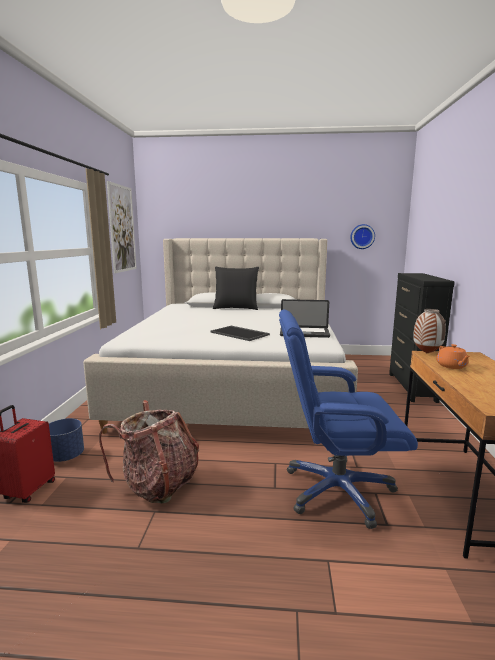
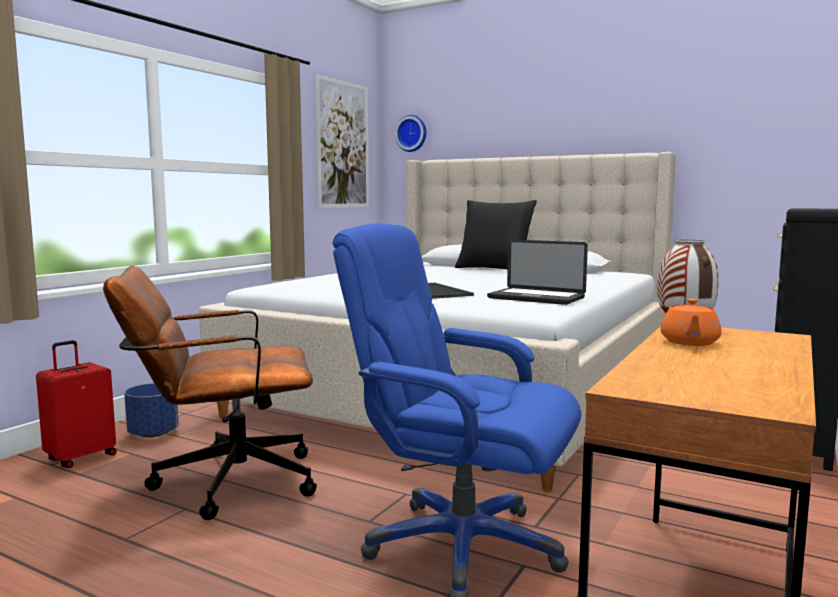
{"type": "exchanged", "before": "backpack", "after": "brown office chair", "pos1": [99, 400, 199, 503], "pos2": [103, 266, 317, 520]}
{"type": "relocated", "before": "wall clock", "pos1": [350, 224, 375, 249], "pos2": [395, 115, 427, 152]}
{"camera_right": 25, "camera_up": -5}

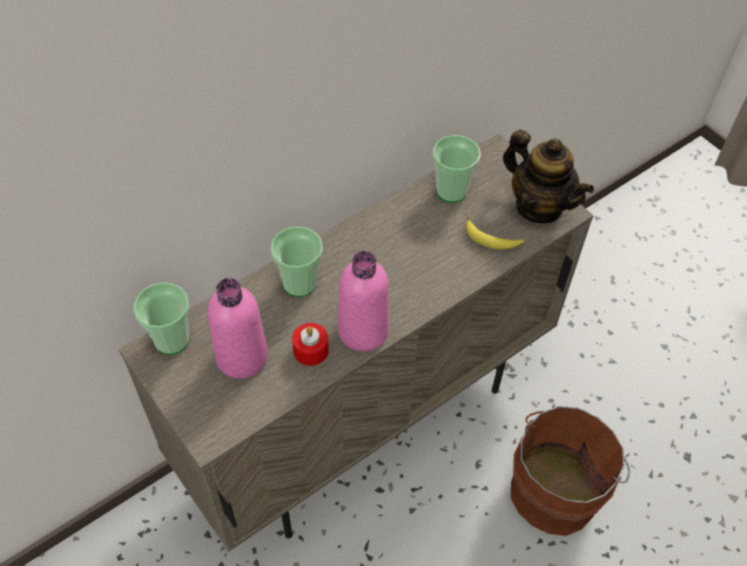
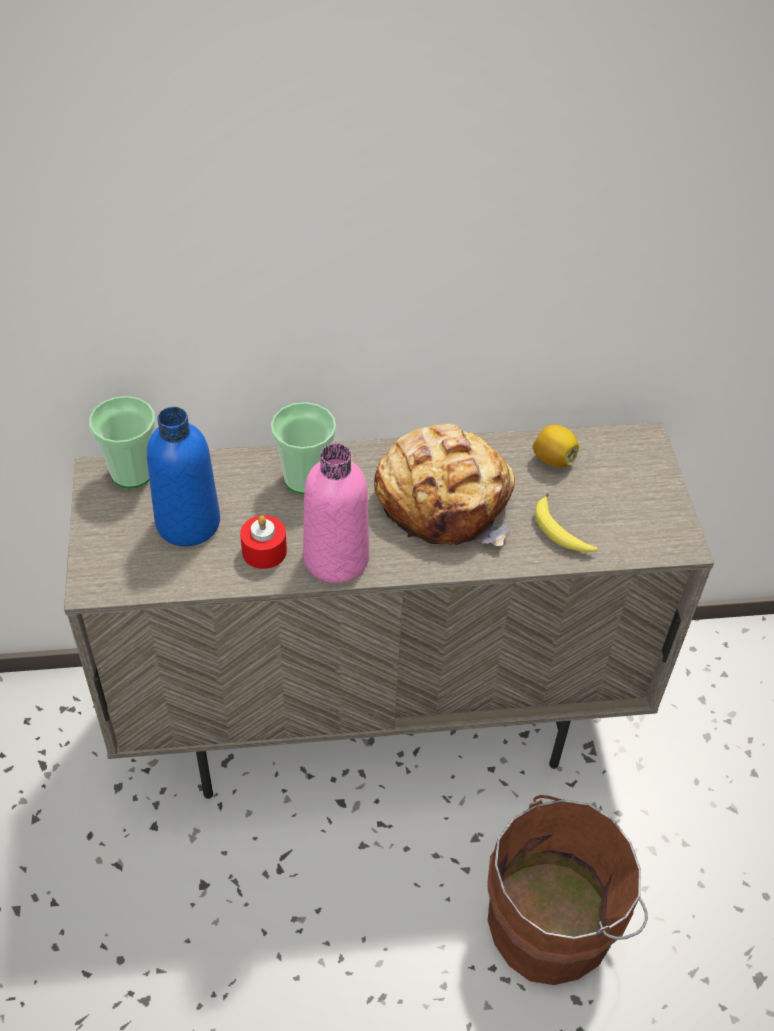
{"type": "colour", "before": "pink bottle", "after": "blue bottle", "pos1": [208, 278, 268, 379], "pos2": [147, 407, 220, 546]}
{"type": "exchanged", "before": "cup", "after": "lemon", "pos1": [433, 135, 481, 203], "pos2": [533, 424, 579, 468]}
{"type": "missing", "before": "teapot", "pos1": [503, 130, 594, 223]}
{"type": "appeared", "after": "bread", "pos2": [374, 424, 515, 546]}
{"camera_right": 30, "camera_up": -5}

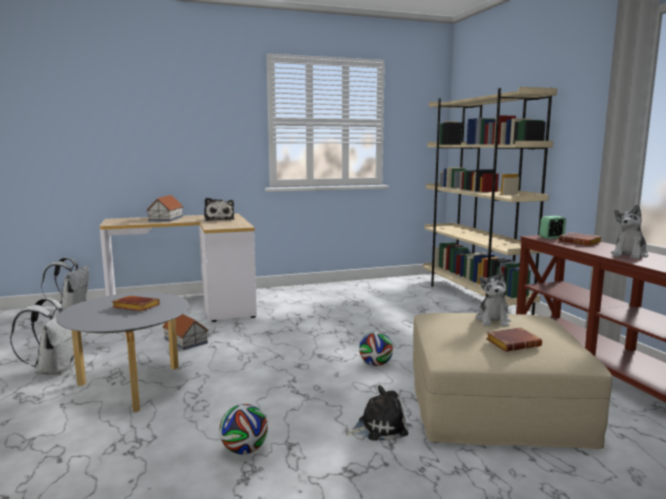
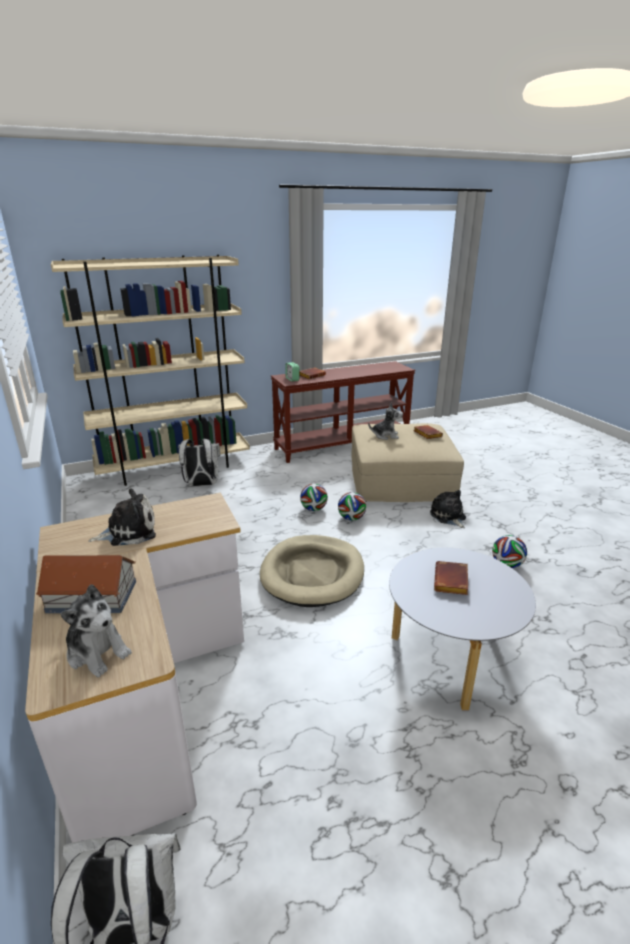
{"type": "relocated", "before": "white backpack", "pos1": [10, 298, 74, 376], "pos2": [178, 439, 220, 486]}
{"type": "missing", "before": "toy house", "pos1": [162, 314, 209, 350]}
{"type": "relocated", "before": "plush toy", "pos1": [612, 204, 648, 259], "pos2": [61, 584, 132, 677]}
{"type": "appeared", "after": "beige dog bed", "pos2": [260, 535, 364, 607]}
{"type": "appeared", "after": "football", "pos2": [300, 484, 328, 511]}
{"camera_right": -95, "camera_up": 15}

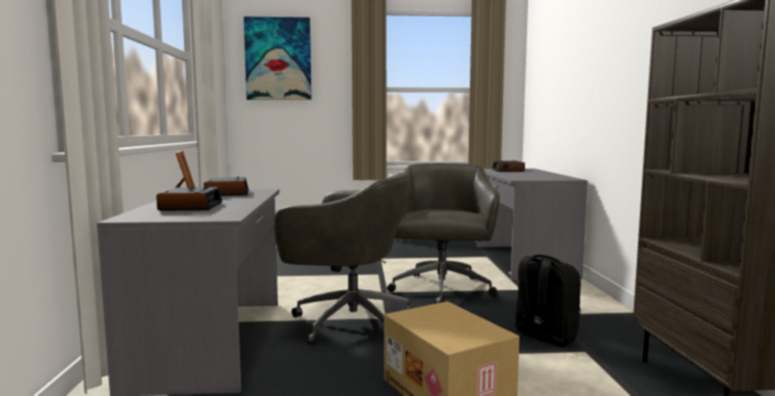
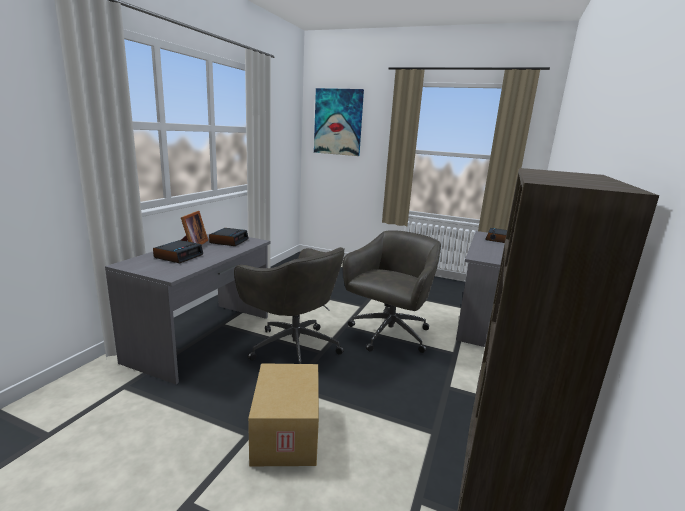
{"type": "missing", "before": "black backpack", "pos1": [514, 255, 581, 349]}
{"camera_right": 25, "camera_up": 10}

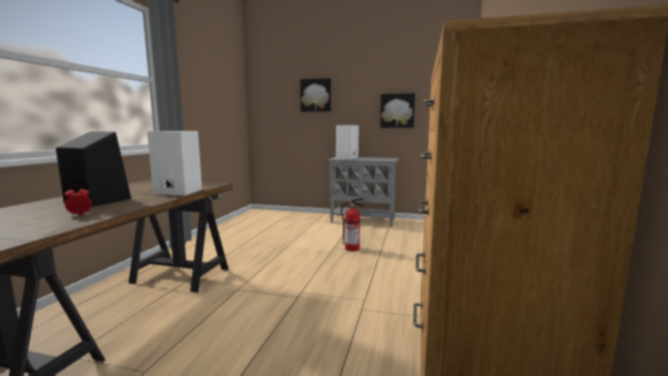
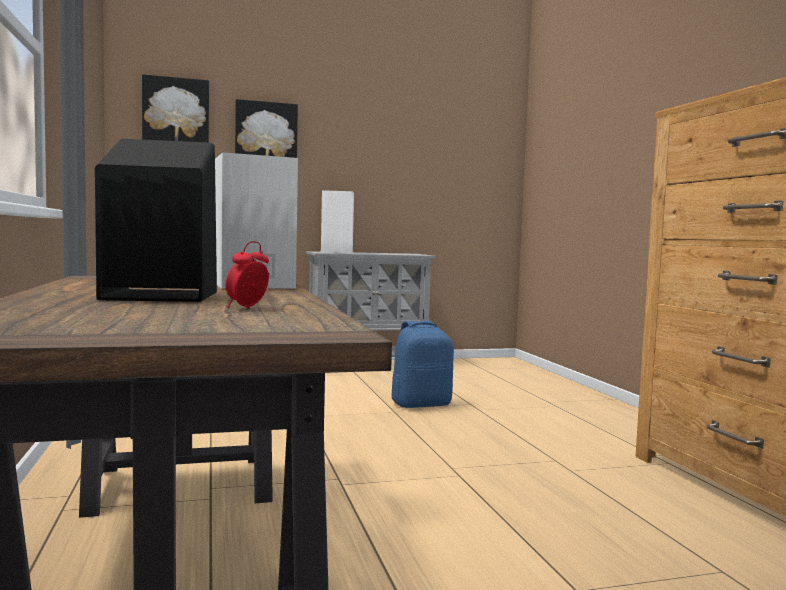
{"type": "exchanged", "before": "fire extinguisher", "after": "blue backpack", "pos1": [341, 198, 364, 251], "pos2": [391, 320, 454, 408]}
{"type": "relocated", "before": "picture", "pos1": [380, 93, 415, 128], "pos2": [142, 74, 209, 142]}
{"camera_right": -30, "camera_up": -5}

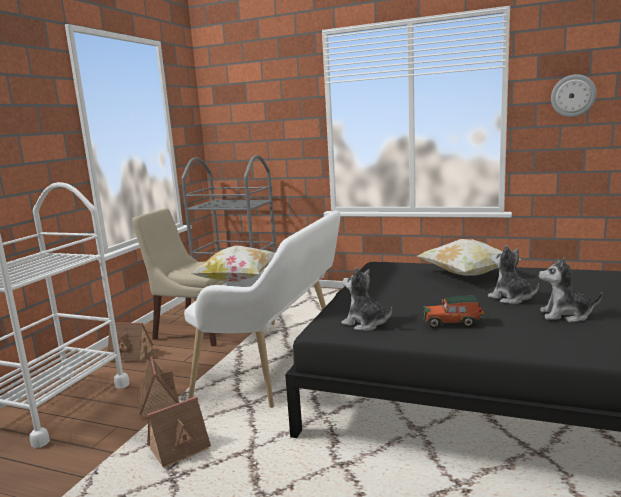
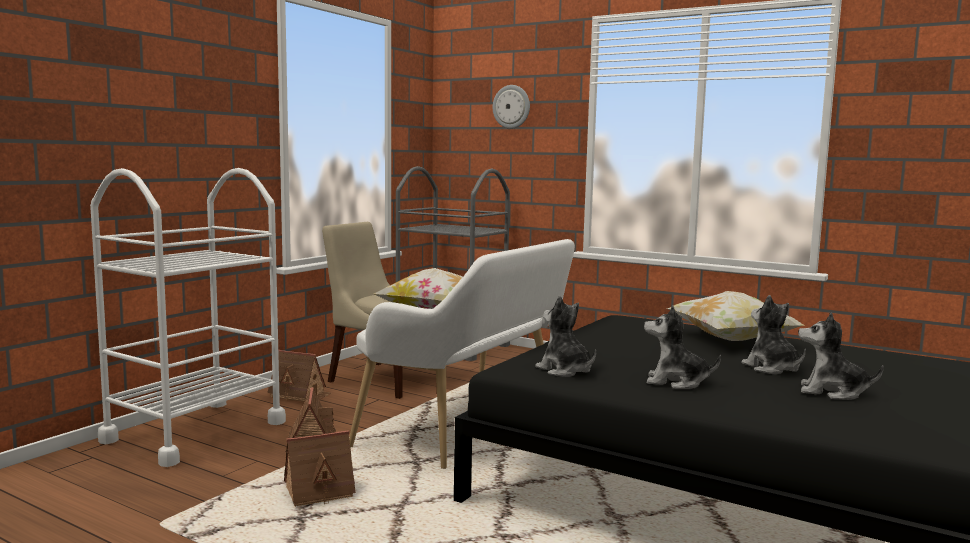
{"type": "exchanged", "before": "toy car", "after": "plush toy", "pos1": [423, 296, 484, 328], "pos2": [644, 305, 721, 389]}
{"type": "relocated", "before": "wall clock", "pos1": [551, 74, 597, 117], "pos2": [493, 85, 530, 129]}
{"camera_right": 10, "camera_up": -5}

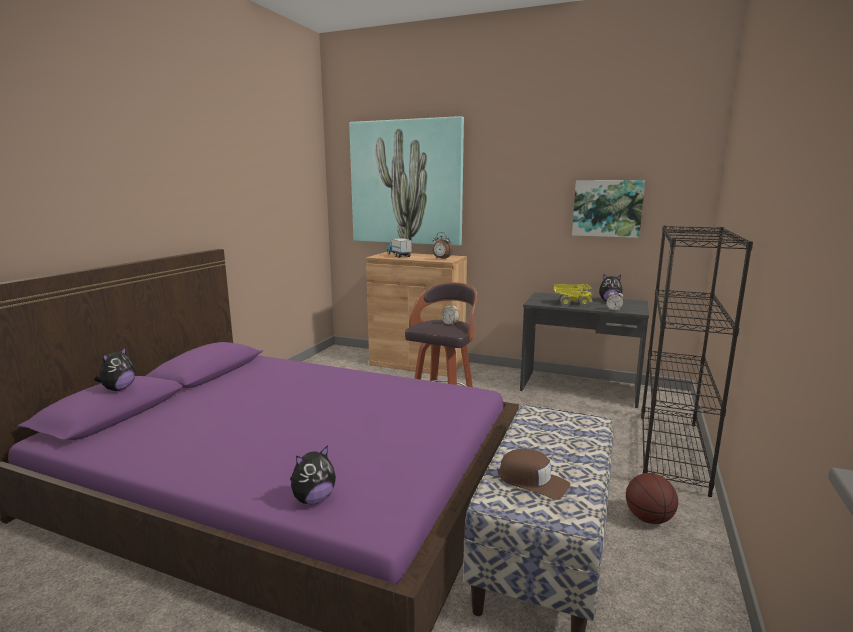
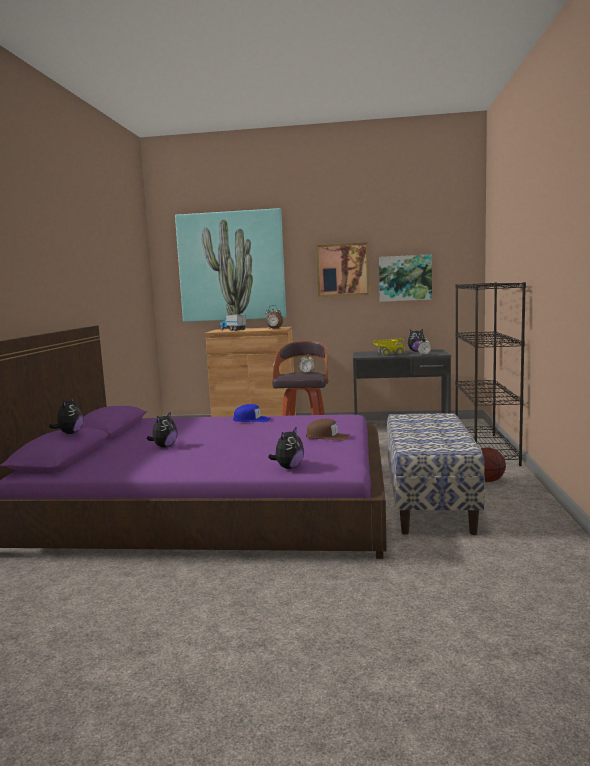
{"type": "relocated", "before": "brown cap", "pos1": [498, 449, 570, 500], "pos2": [306, 419, 350, 441]}
{"type": "appeared", "after": "plush toy", "pos2": [147, 411, 178, 448]}
{"type": "appeared", "after": "blue cap", "pos2": [233, 404, 270, 422]}
{"type": "appeared", "after": "picture", "pos2": [316, 242, 369, 297]}
{"camera_right": -15, "camera_up": -5}

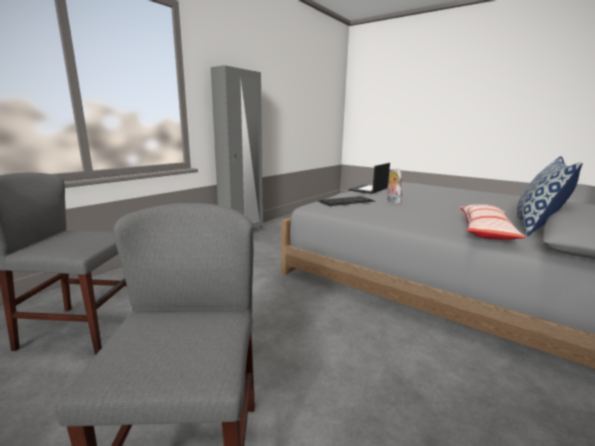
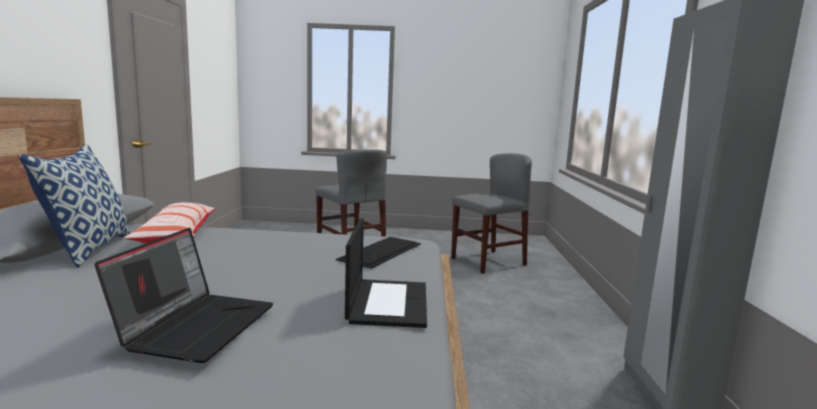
{"type": "missing", "before": "plush toy", "pos1": [387, 168, 402, 204]}
{"type": "appeared", "after": "laptop", "pos2": [95, 228, 273, 363]}
{"camera_right": 145, "camera_up": -5}

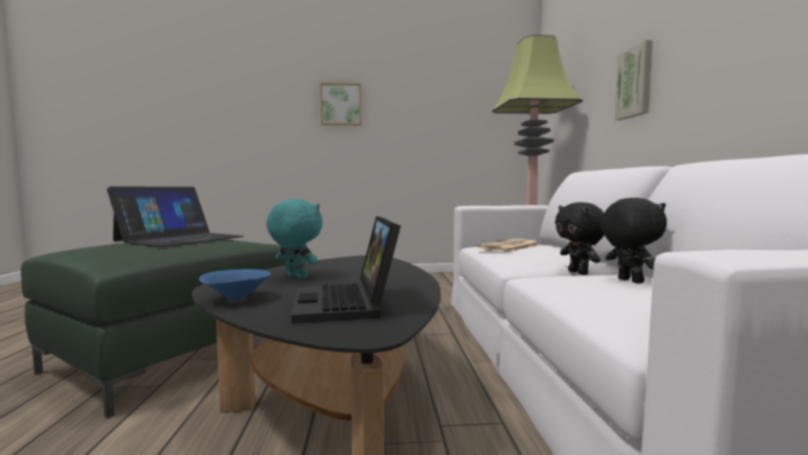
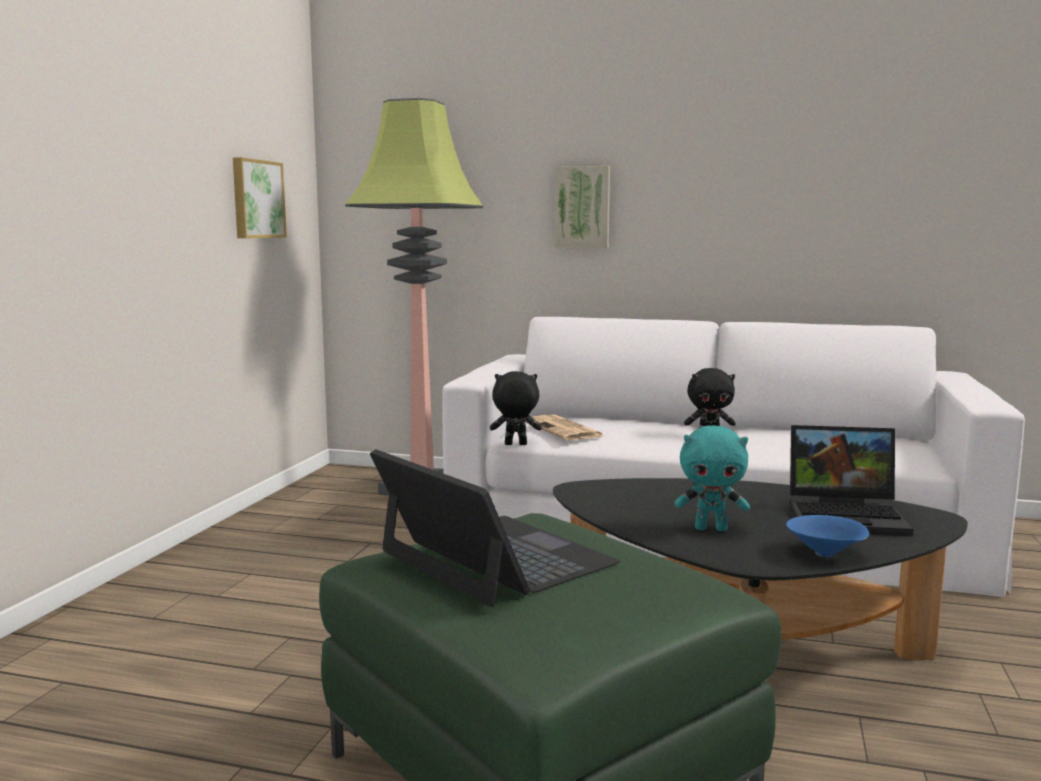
{"type": "spun", "before": "turquoise plush toy", "pos1": [266, 199, 323, 279], "pos2": [674, 425, 750, 531], "turn": -135}
{"type": "relocated", "before": "picture", "pos1": [320, 83, 361, 125], "pos2": [233, 157, 287, 238]}
{"type": "relocated", "before": "black plush toy", "pos1": [601, 198, 667, 284], "pos2": [490, 371, 542, 445]}
{"camera_right": -70, "camera_up": 5}

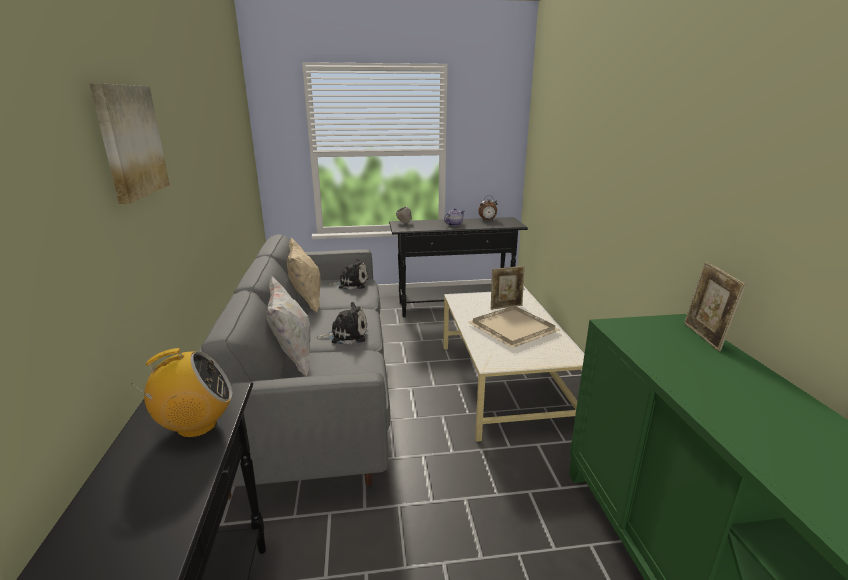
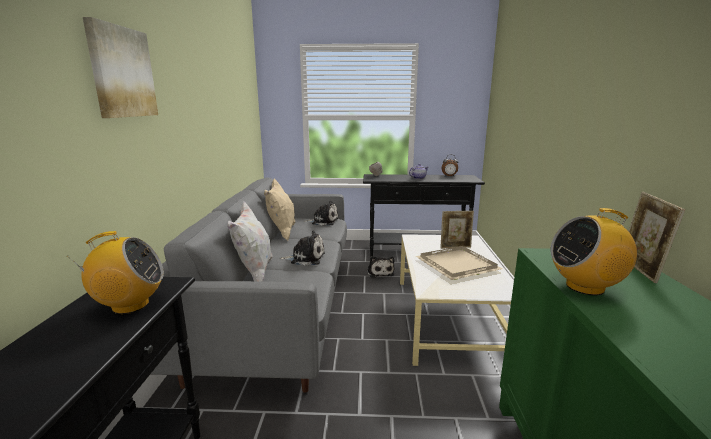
{"type": "appeared", "after": "plush toy", "pos2": [367, 256, 395, 278]}
{"type": "appeared", "after": "radio", "pos2": [550, 208, 637, 295]}
{"camera_right": 10, "camera_up": -5}

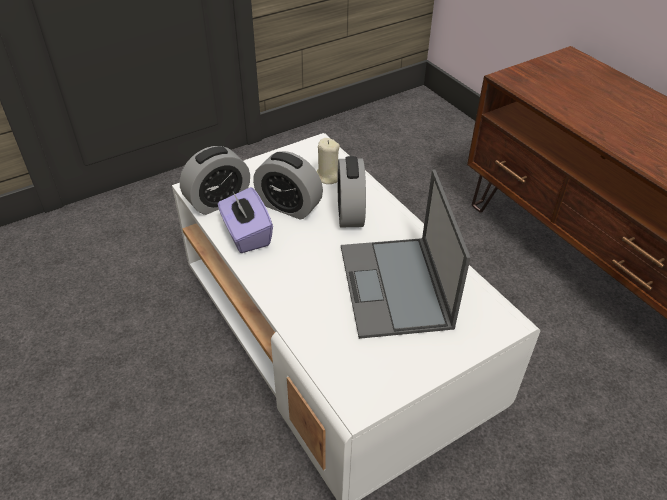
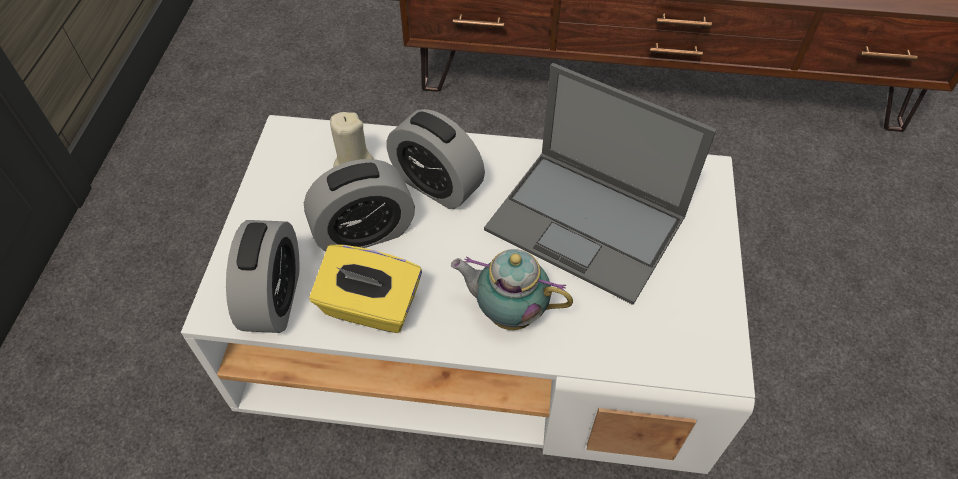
{"type": "colour", "before": "purple tissue box", "after": "yellow tissue box", "pos1": [218, 187, 273, 253], "pos2": [309, 245, 422, 333]}
{"type": "appeared", "after": "teapot", "pos2": [451, 249, 573, 330]}
{"camera_right": -50, "camera_up": 10}

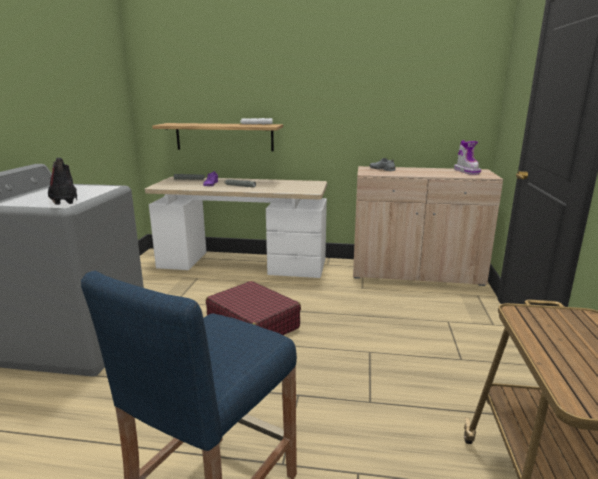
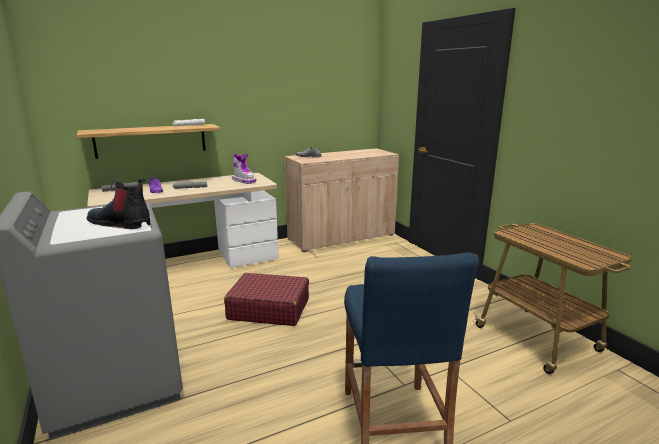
{"type": "relocated", "before": "boot", "pos1": [454, 141, 481, 175], "pos2": [232, 153, 257, 184]}
{"camera_right": -35, "camera_up": 0}

